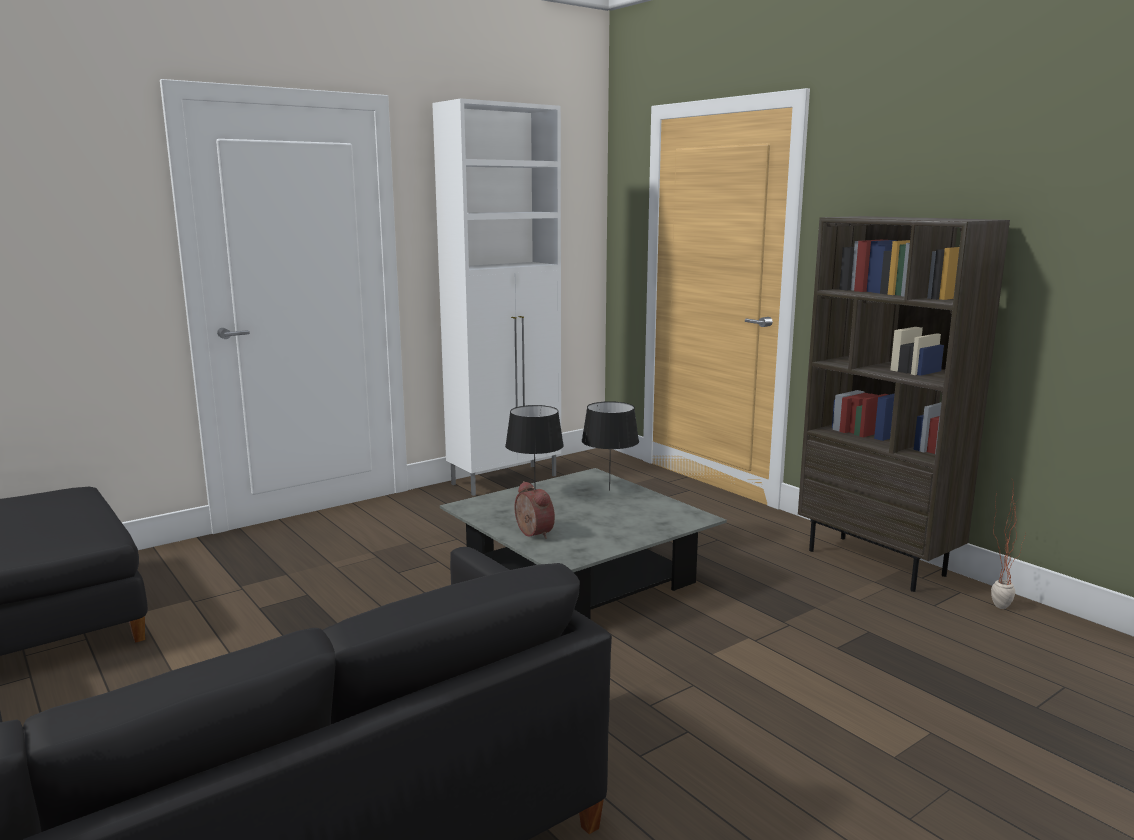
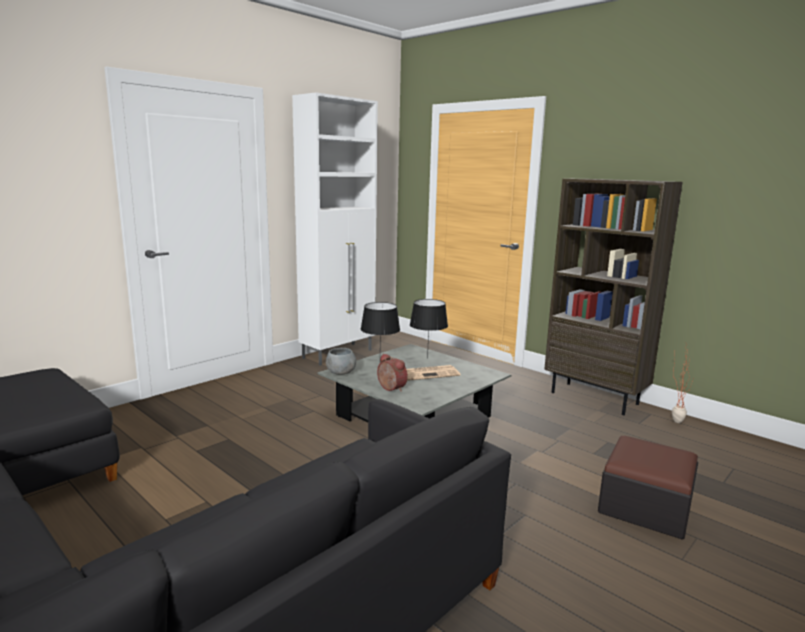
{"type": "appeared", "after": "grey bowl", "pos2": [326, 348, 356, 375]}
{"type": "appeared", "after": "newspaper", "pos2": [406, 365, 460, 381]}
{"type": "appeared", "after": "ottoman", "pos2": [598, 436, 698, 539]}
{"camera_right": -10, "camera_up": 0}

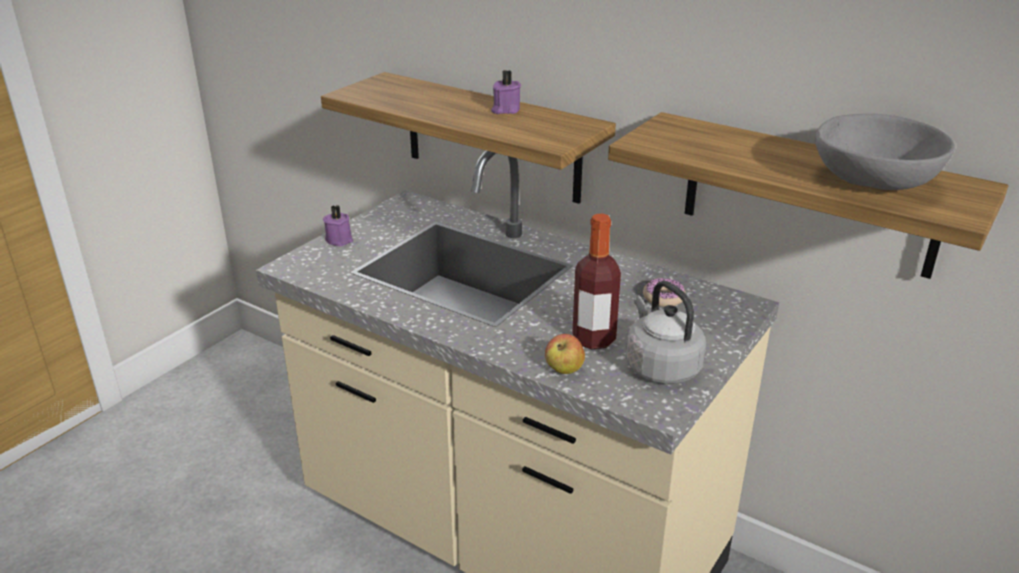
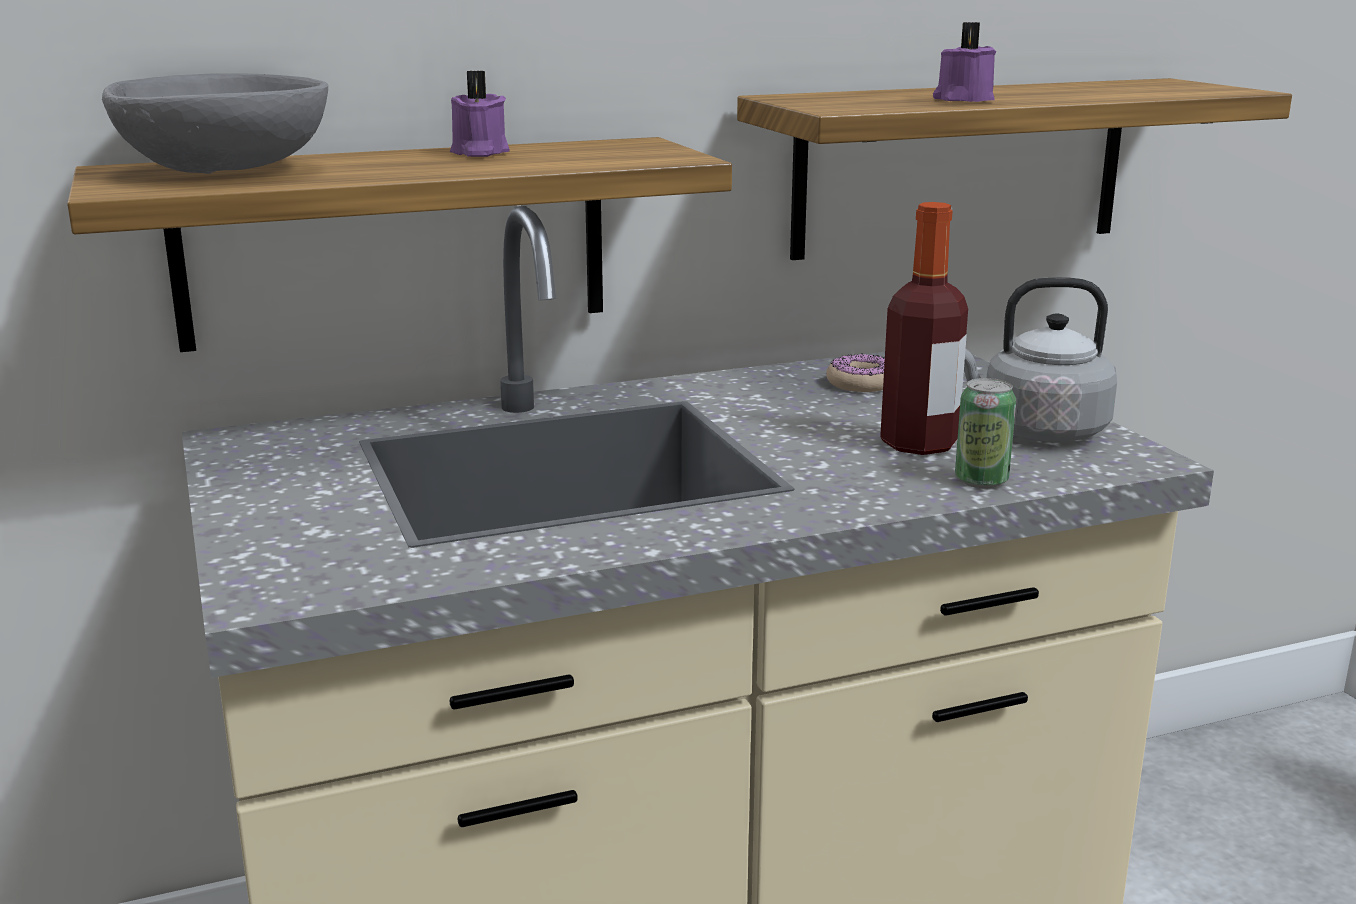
{"type": "relocated", "before": "purple candle", "pos1": [323, 205, 353, 246], "pos2": [933, 22, 996, 102]}
{"type": "exchanged", "before": "apple", "after": "can", "pos1": [545, 334, 585, 374], "pos2": [955, 378, 1016, 488]}
{"type": "relocated", "before": "grey bowl", "pos1": [815, 114, 955, 190], "pos2": [102, 73, 328, 174]}
{"camera_right": -55, "camera_up": -10}

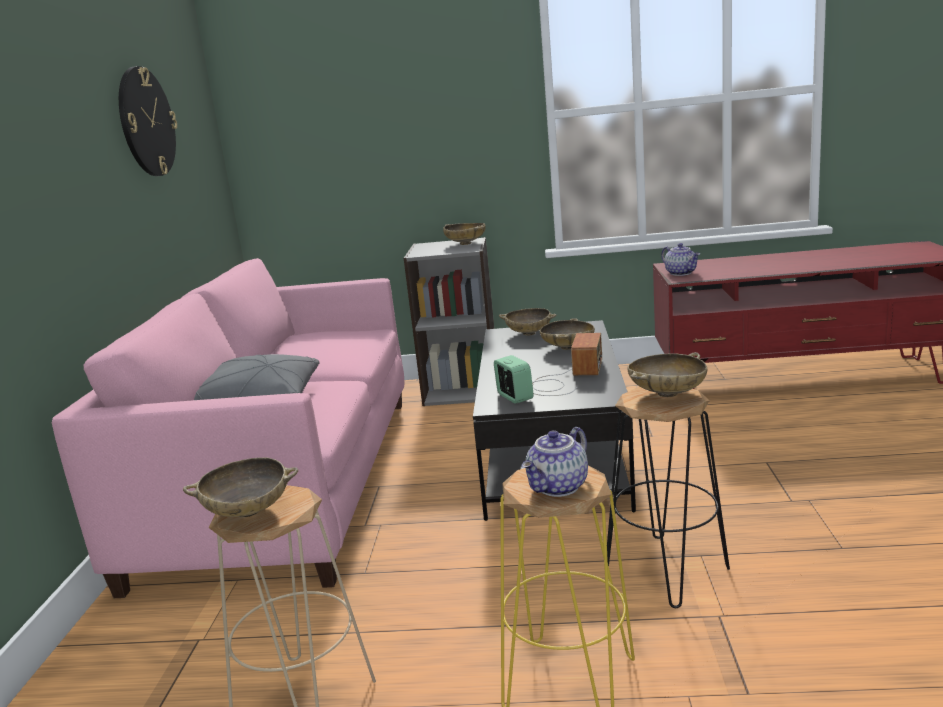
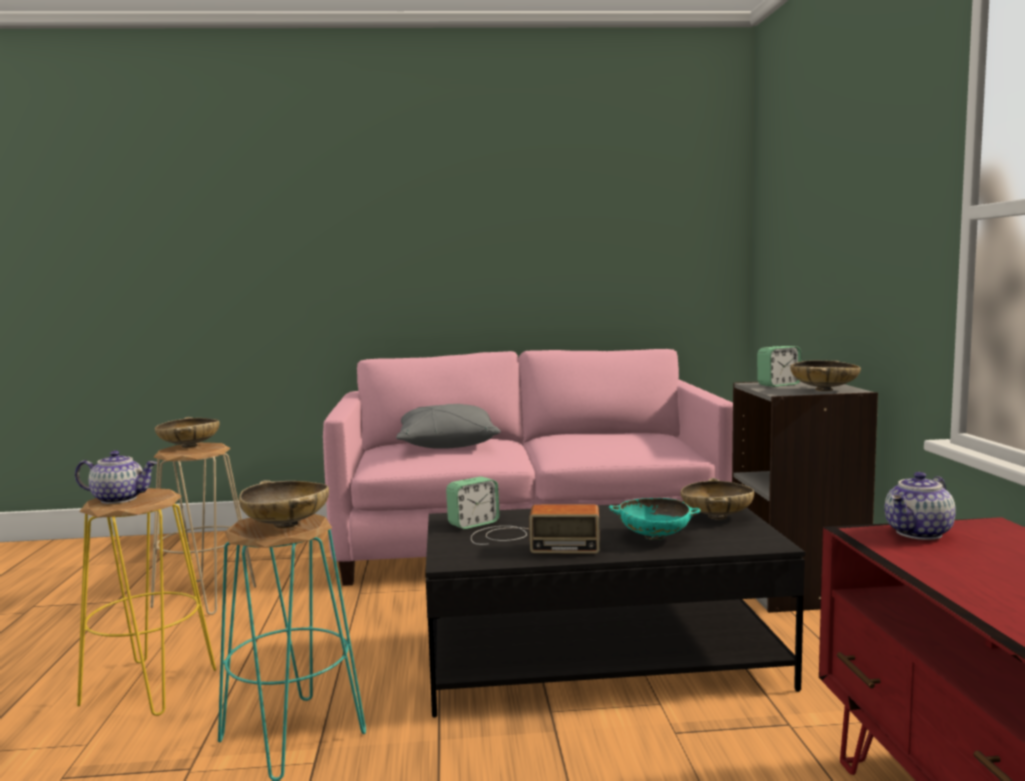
{"type": "missing", "before": "wall clock", "pos1": [119, 66, 177, 176]}
{"type": "spun", "before": "teapot", "pos1": [522, 427, 588, 497], "pos2": [75, 451, 157, 504], "turn": 150}
{"type": "colour", "before": "beige bowl", "after": "turquoise bowl", "pos1": [540, 318, 595, 350], "pos2": [609, 498, 701, 540]}
{"type": "colour", "before": "black stool", "after": "turquoise stool", "pos1": [607, 387, 730, 608], "pos2": [218, 514, 366, 781]}
{"type": "appeared", "after": "alarm clock", "pos2": [757, 346, 801, 387]}
{"camera_right": 80, "camera_up": -10}

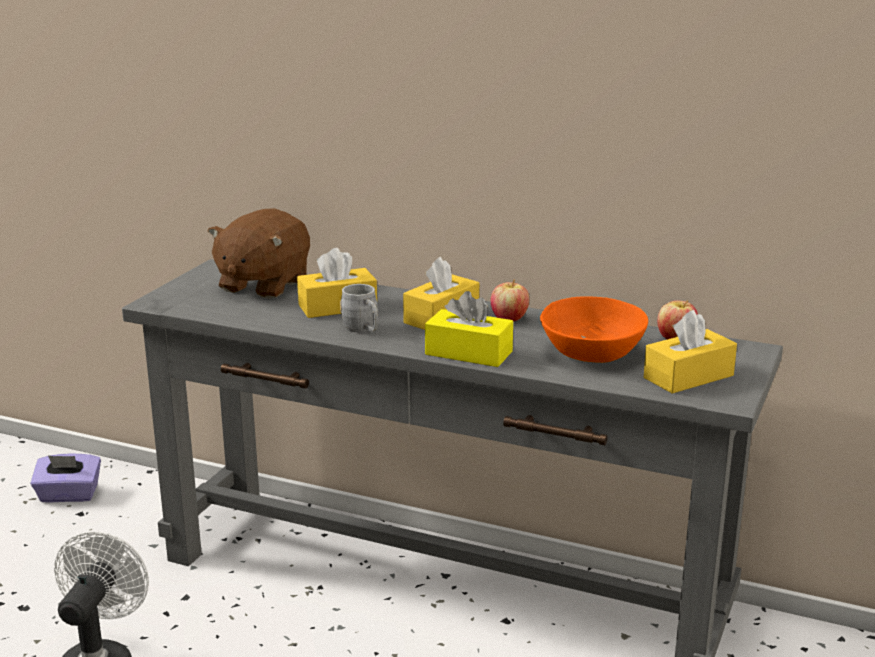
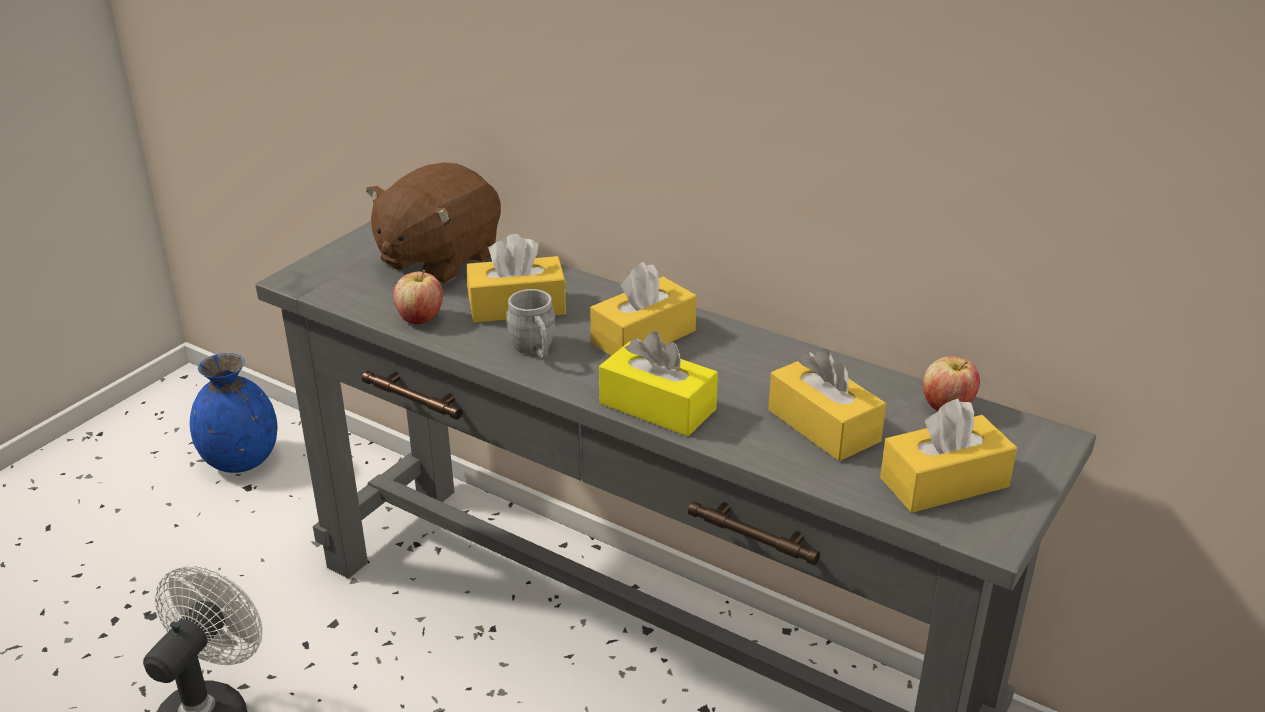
{"type": "exchanged", "before": "purple tissue box", "after": "blue vase", "pos1": [31, 453, 101, 503], "pos2": [190, 353, 277, 473]}
{"type": "relocated", "before": "apple", "pos1": [491, 280, 529, 322], "pos2": [393, 270, 443, 324]}
{"type": "exchanged", "before": "orange bowl", "after": "yellow tissue box", "pos1": [540, 296, 648, 363], "pos2": [768, 348, 886, 461]}
{"camera_right": 10, "camera_up": 10}

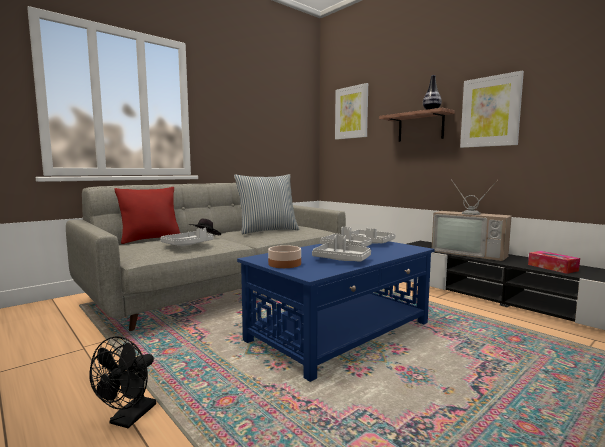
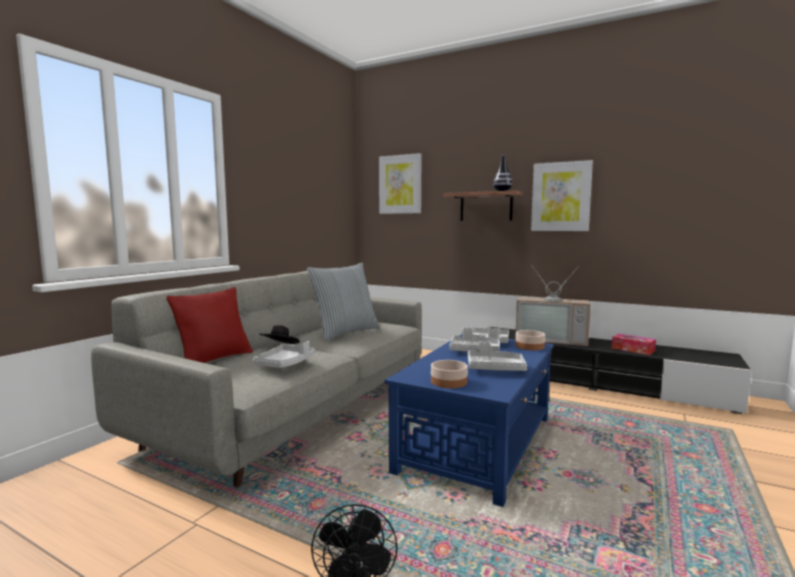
{"type": "appeared", "after": "bowl", "pos2": [515, 330, 545, 350]}
{"camera_right": -20, "camera_up": 0}

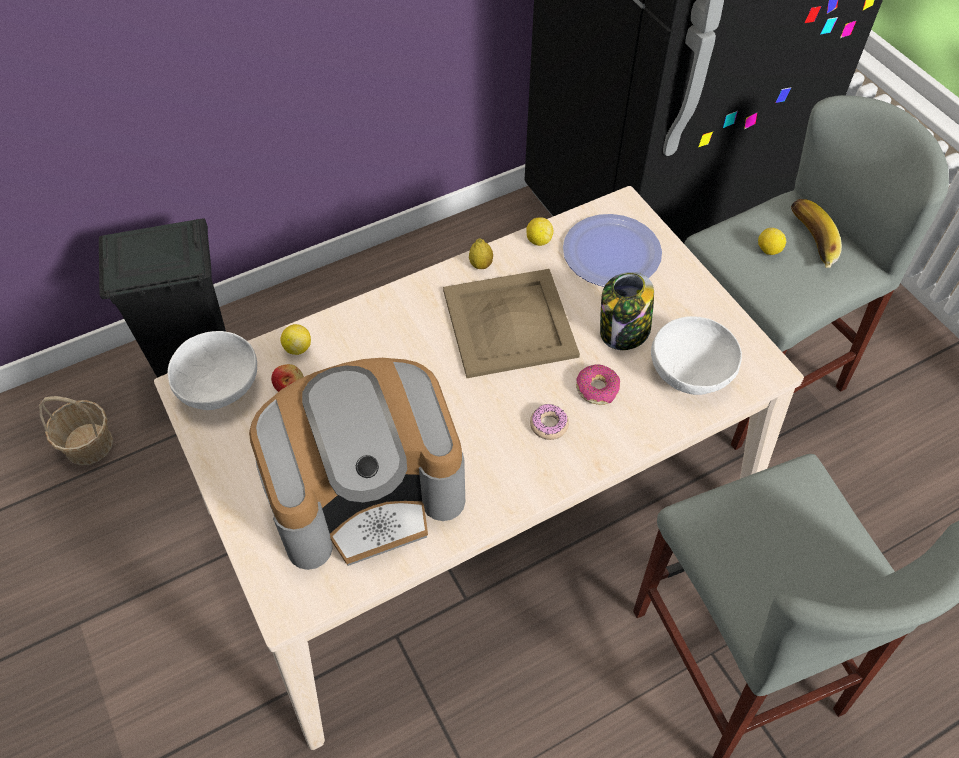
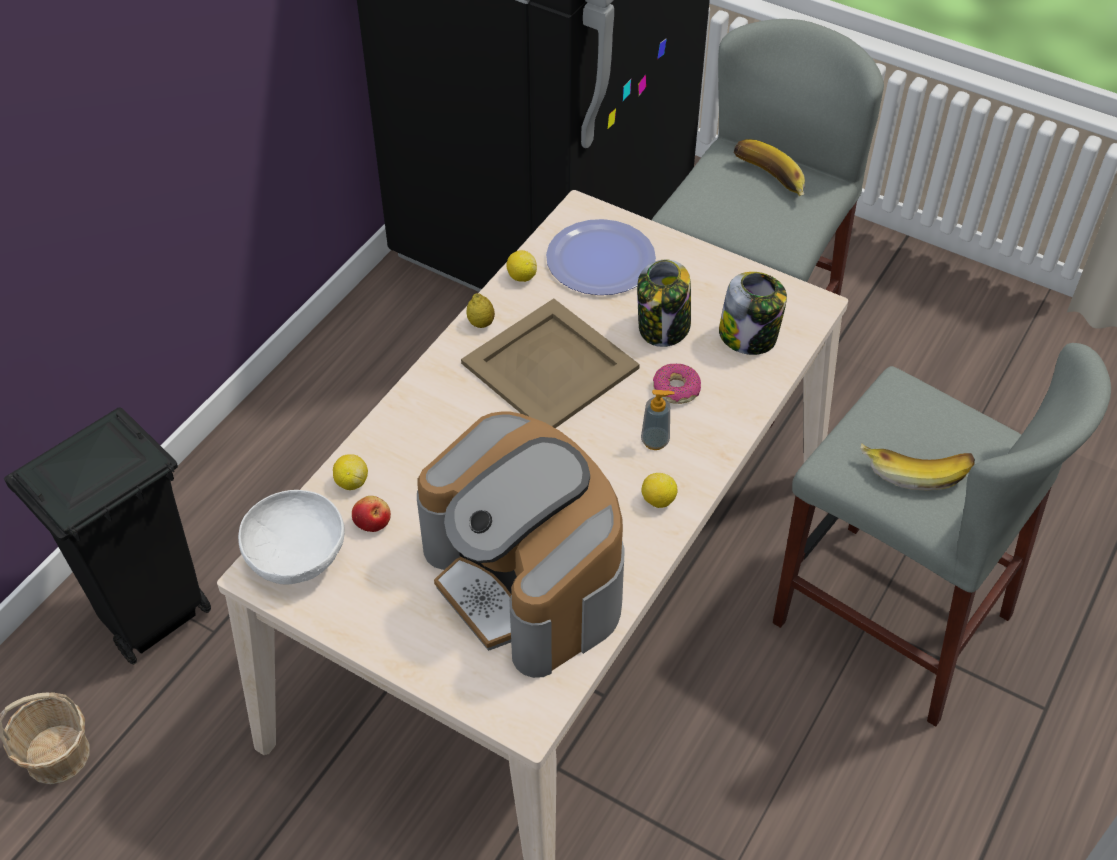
{"type": "spun", "before": "coffee machine", "pos1": [249, 358, 465, 570], "pos2": [417, 411, 625, 678], "turn": 105}
{"type": "exchanged", "before": "donut", "after": "soap dispenser", "pos1": [530, 404, 569, 440], "pos2": [641, 390, 675, 450]}
{"type": "exchanged", "before": "white bowl", "after": "jar", "pos1": [651, 316, 742, 395], "pos2": [719, 272, 787, 355]}
{"type": "relocated", "before": "lemon", "pos1": [758, 228, 786, 255], "pos2": [641, 473, 677, 508]}
{"type": "appeared", "after": "banana", "pos2": [860, 444, 975, 491]}
{"camera_right": -30, "camera_up": -5}

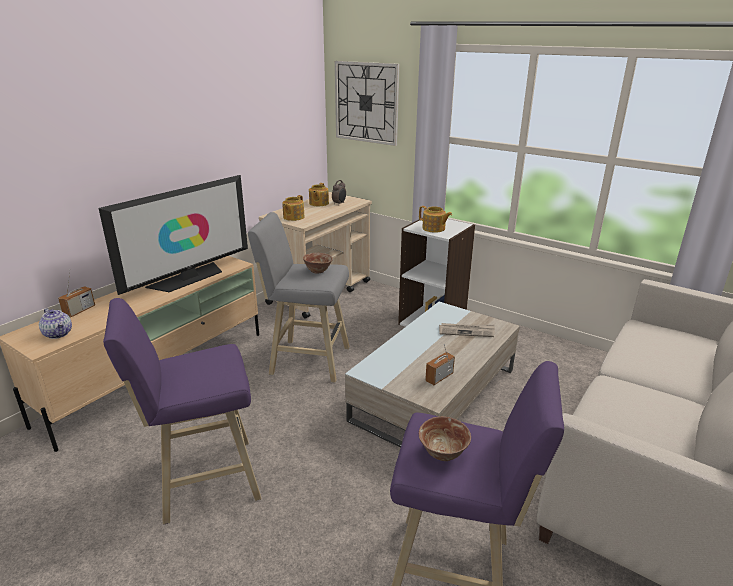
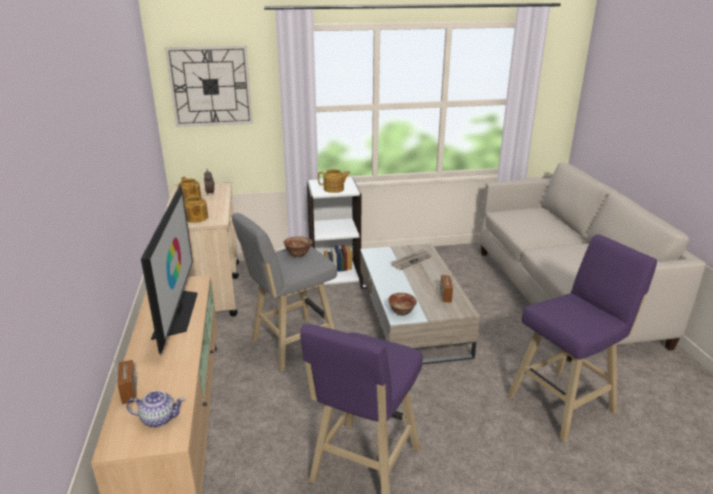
{"type": "relocated", "before": "bowl", "pos1": [419, 416, 471, 461], "pos2": [388, 293, 417, 316]}
{"camera_right": -45, "camera_up": 0}

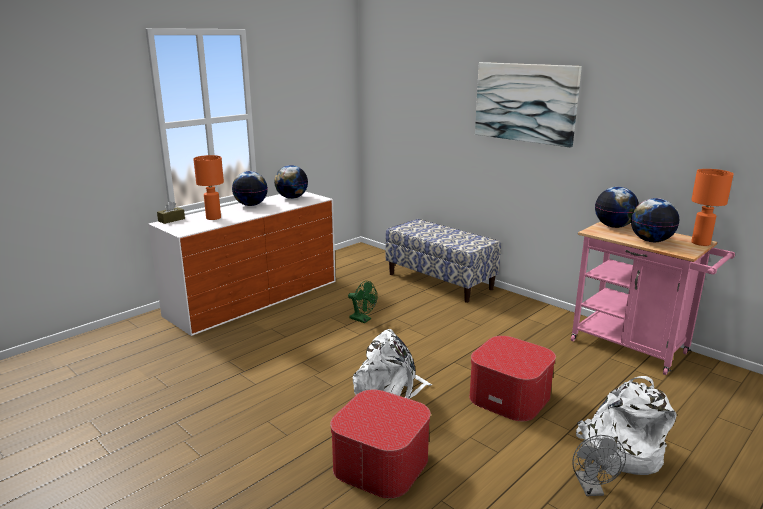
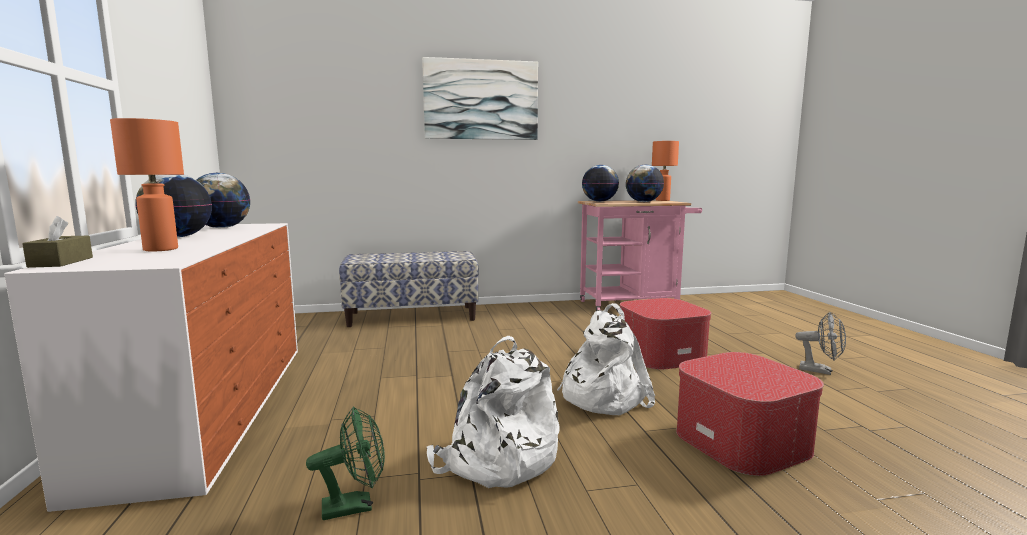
{"type": "relocated", "before": "green fan", "pos1": [348, 281, 377, 323], "pos2": [306, 407, 385, 520]}
{"type": "relocated", "before": "white backpack", "pos1": [576, 376, 677, 475], "pos2": [427, 336, 560, 488]}
{"camera_right": -55, "camera_up": -10}

